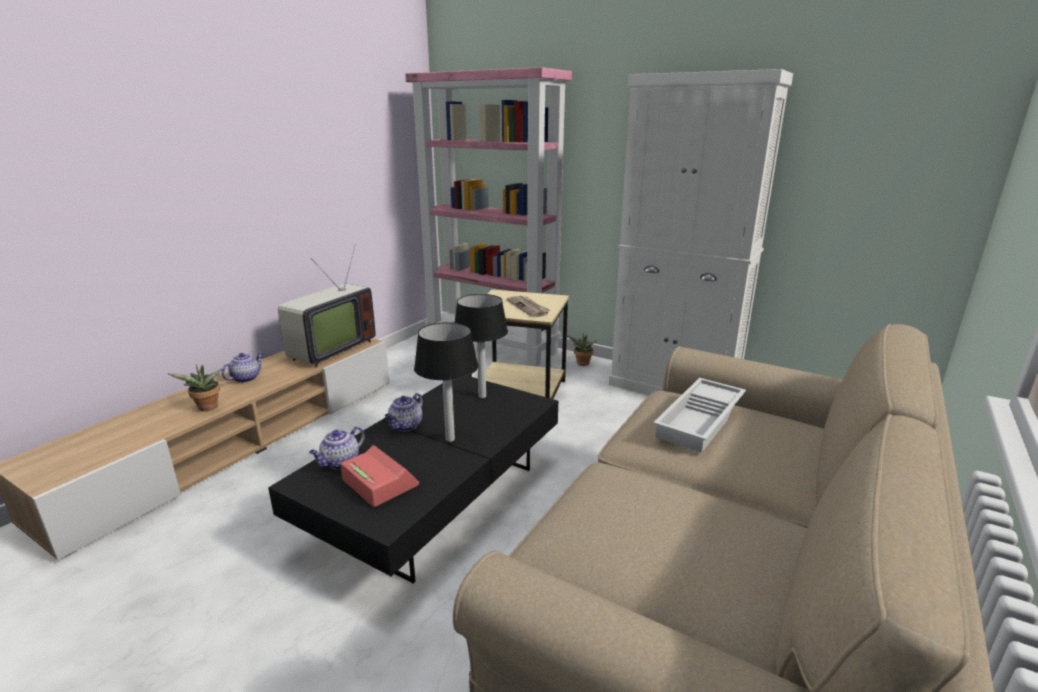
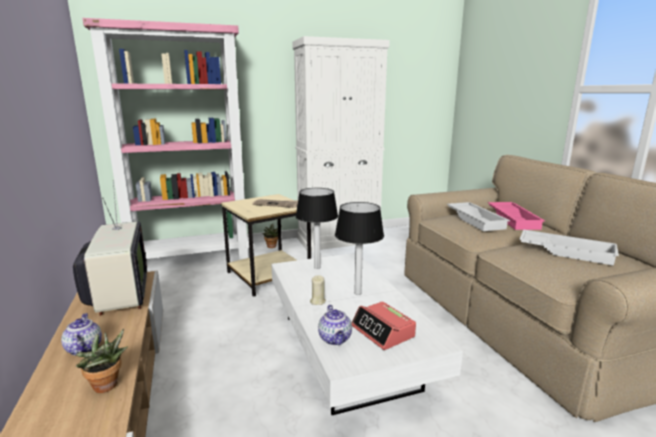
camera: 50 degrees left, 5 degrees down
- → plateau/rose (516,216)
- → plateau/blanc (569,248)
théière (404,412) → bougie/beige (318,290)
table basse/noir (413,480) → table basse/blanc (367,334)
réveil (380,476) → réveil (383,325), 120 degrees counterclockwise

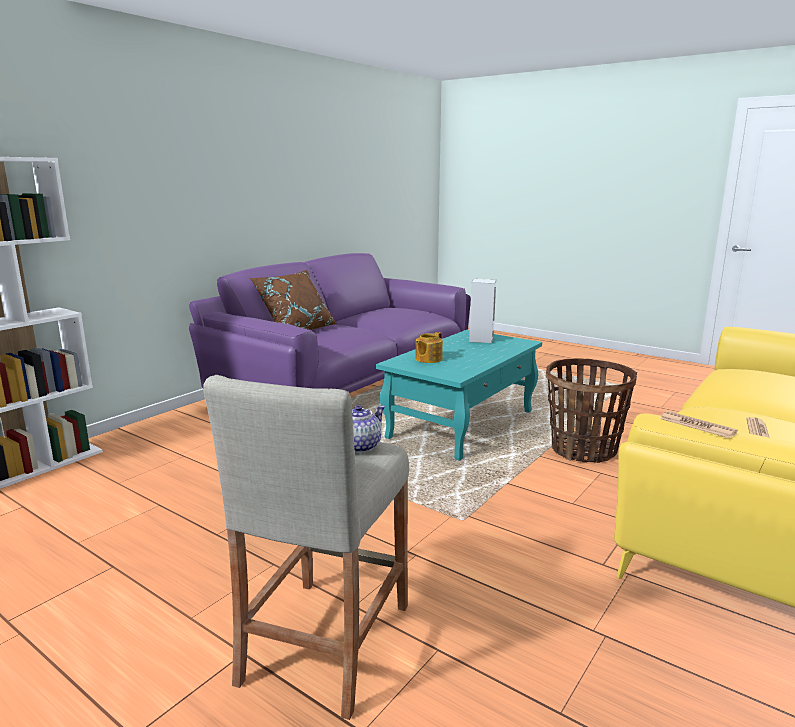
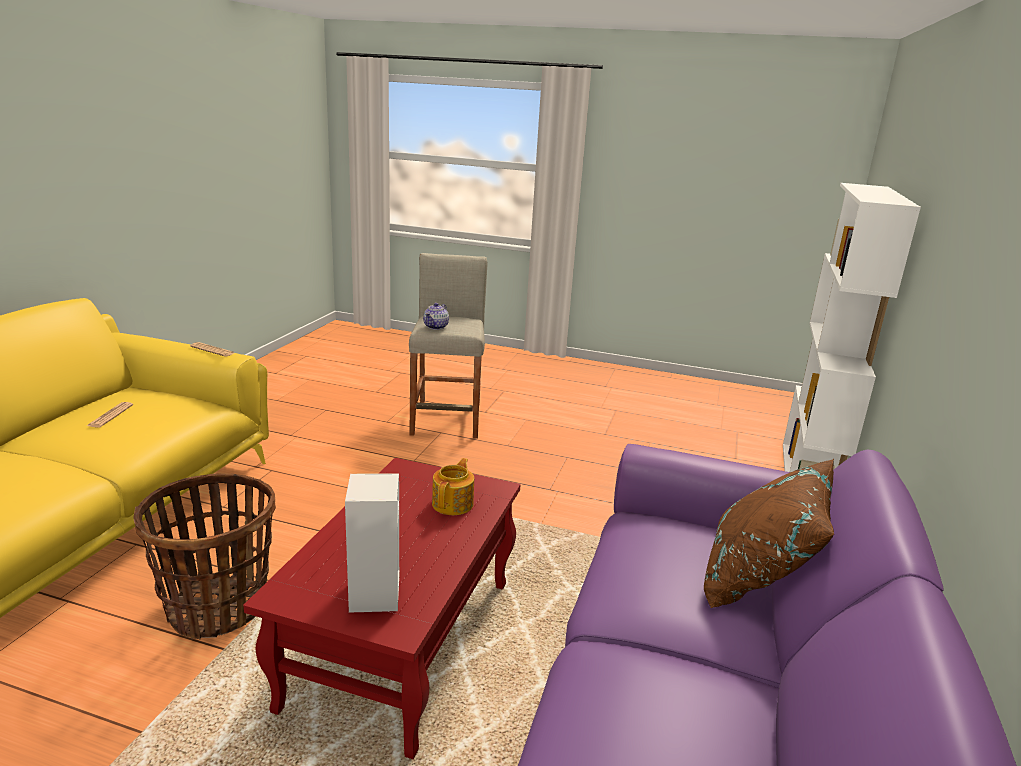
camera: 160 degrees right, 5 degrees up
table basse/turquoise (459,395) → table basse/rouge (382,608)

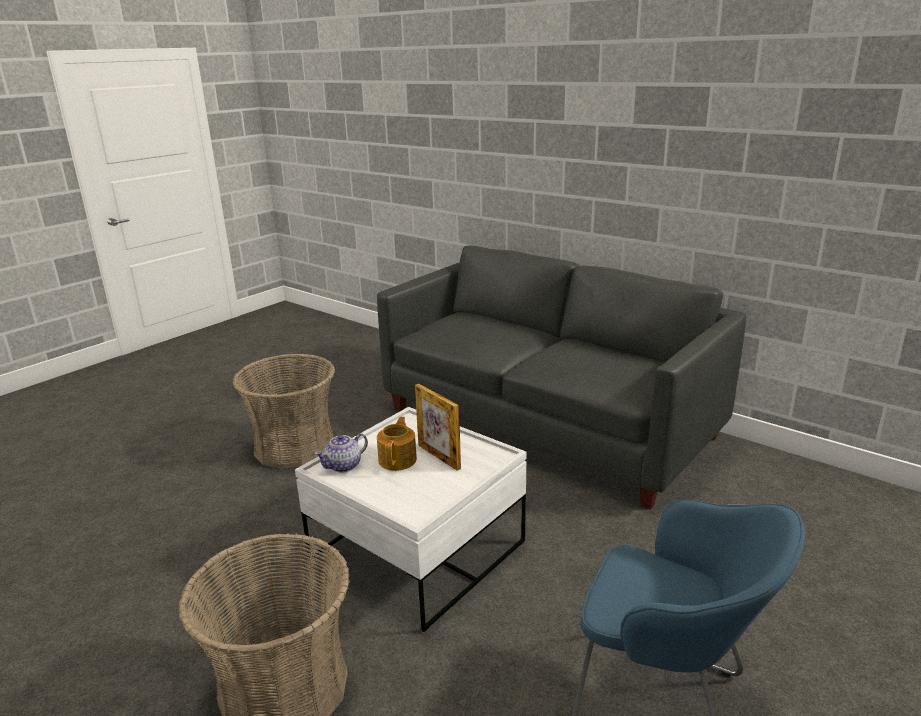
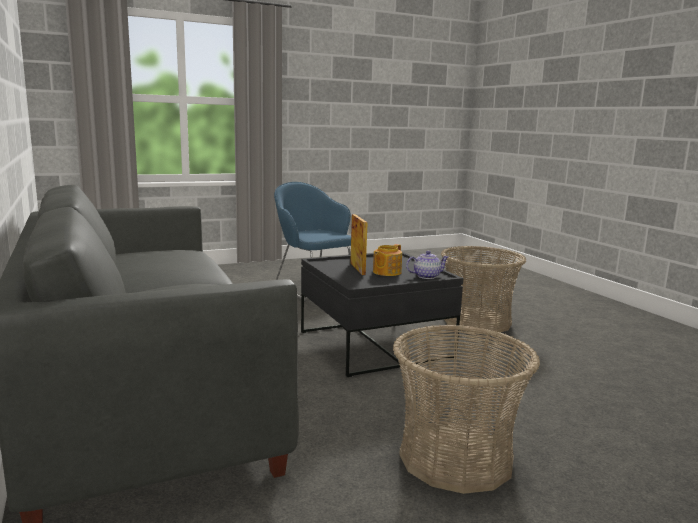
camera: 155 degrees left, 10 degrees down
table basse/blanc (411,519) → table basse/noir (382,314)

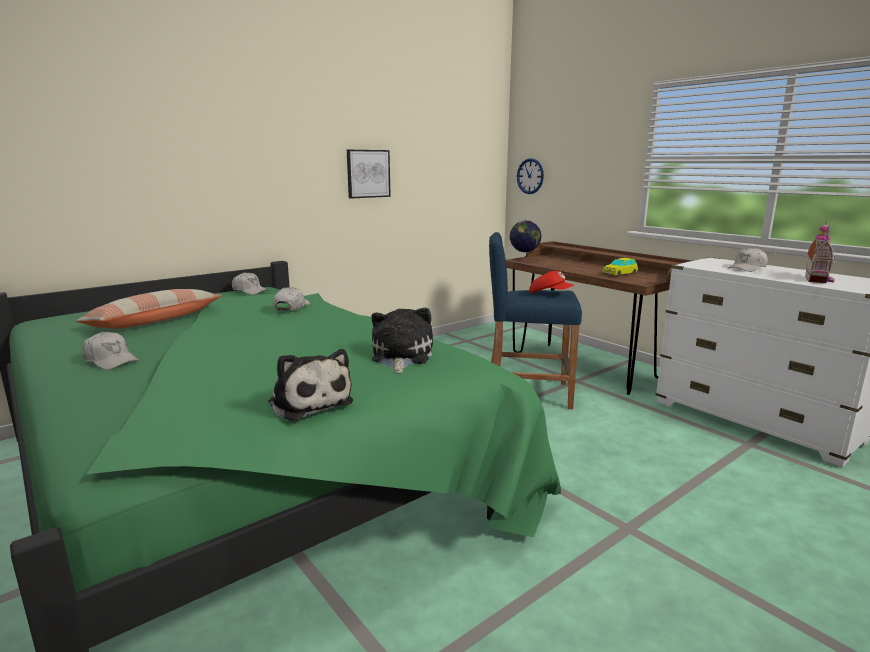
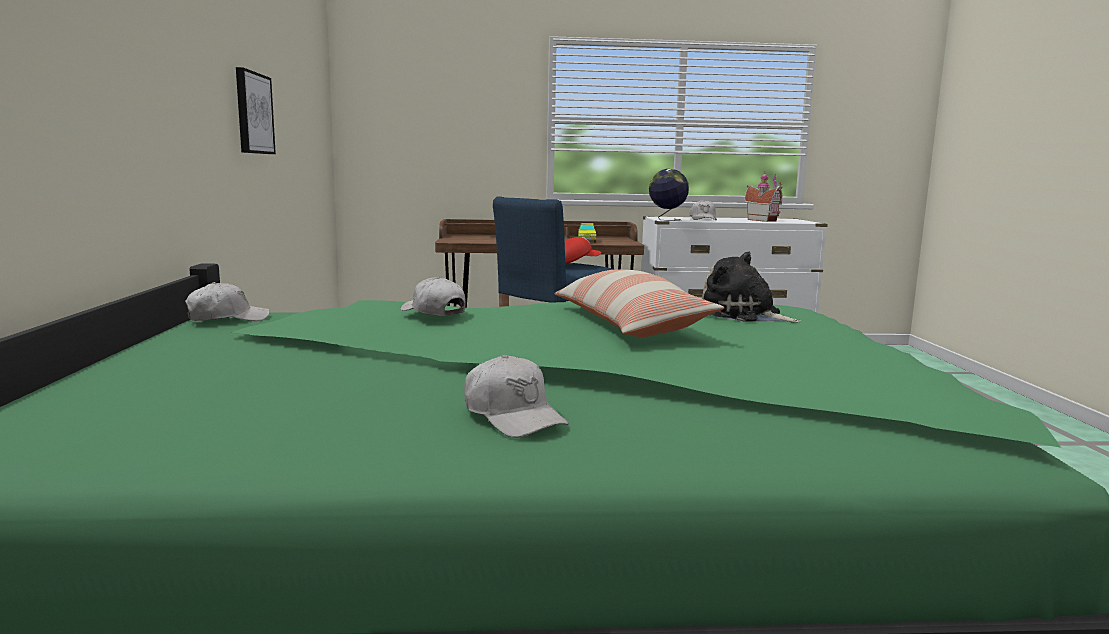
camera: 55 degrees left, 5 degrees down
peluche (310,385) → -
horloge murale (530,176) → -
coussin (149,309) → coussin (639,303), moved
globe (526,241) → globe (669,195), moved
casquette/blanc (110,351) → casquette/blanc (516,396), 75 degrees clockwise

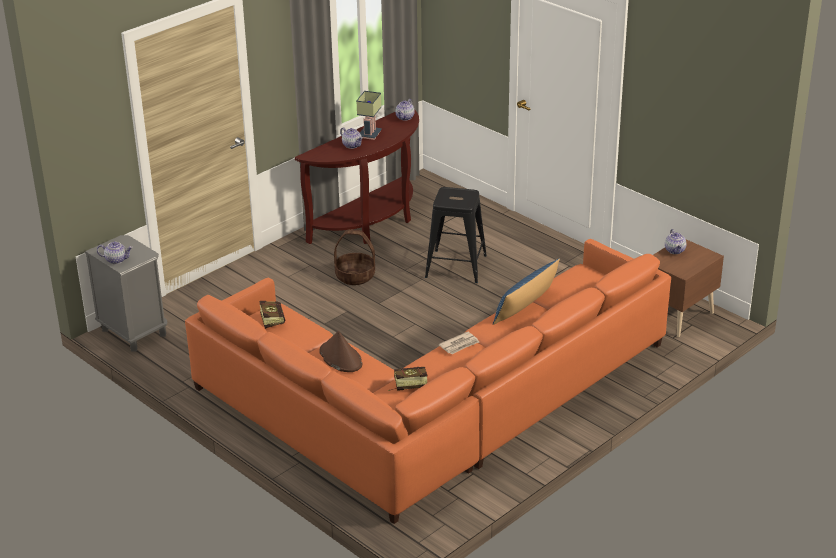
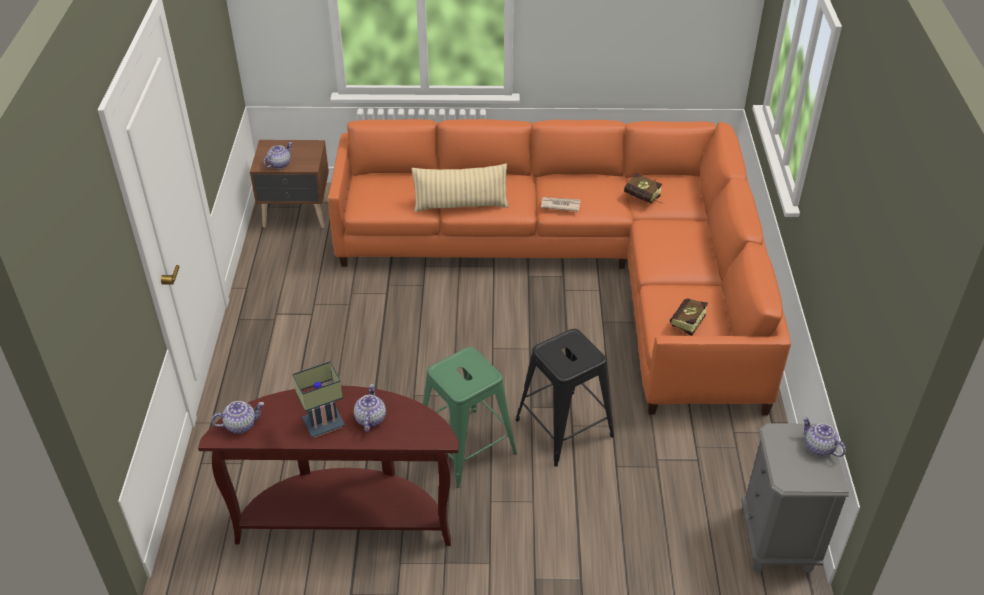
camera: 135 degrees left, 10 degrees up
chapeau/marron (340,351) → -
tabouret/noir (456,235) → tabouret/noir (564,398), moved
panier (354,257) → tabouret/vert (470,417)
coussin/bleu (526,291) → coussin/beige (460,188)

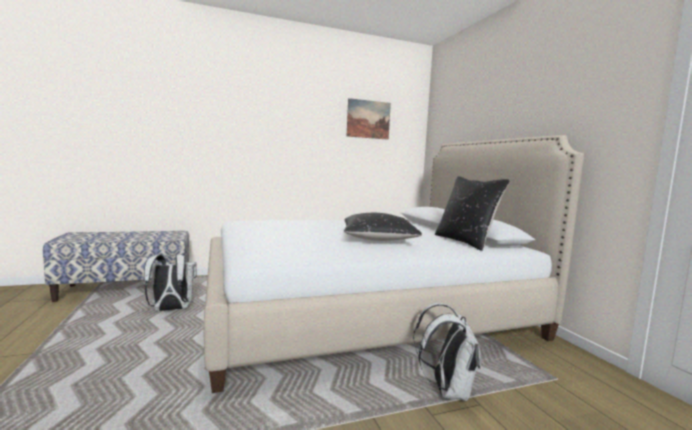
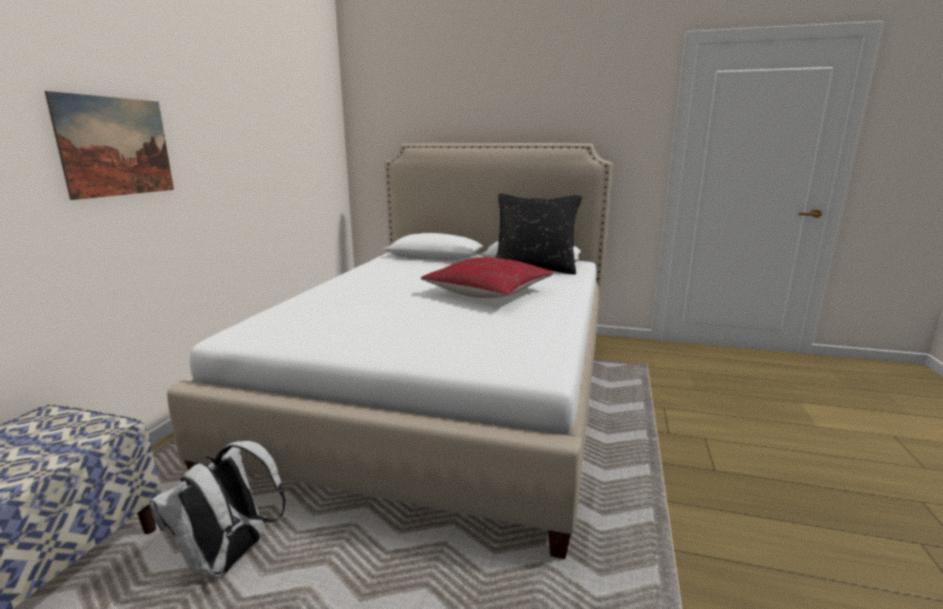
camera: 55 degrees left, 10 degrees up
sac à dos/blanc (447,352) → -
tableau (369,119) → tableau (109,145), moved
coussin/noir (383,227) → coussin/rouge (487,277)

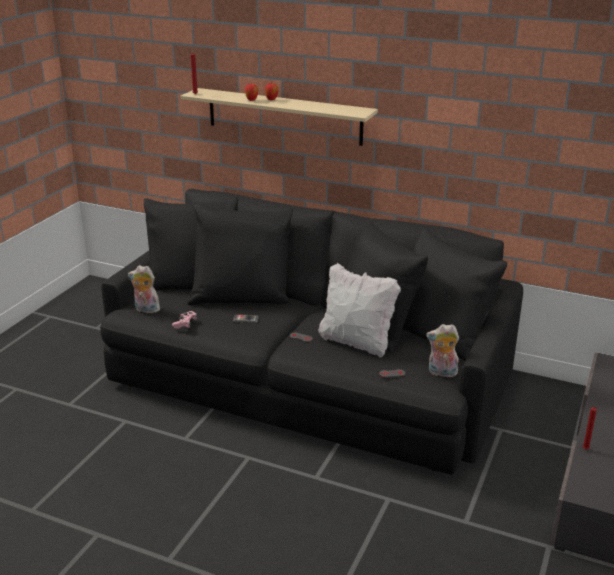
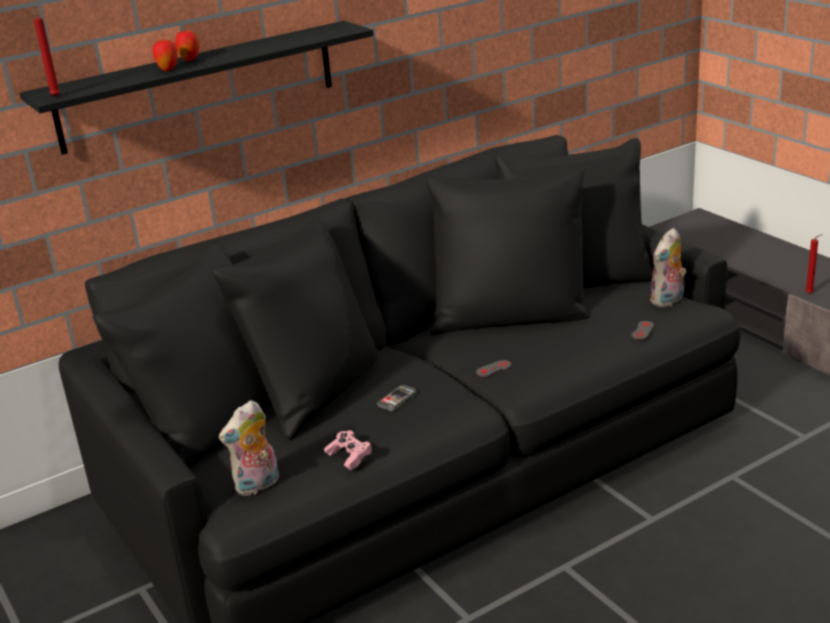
camera: 55 degrees left, 0 degrees up
coussin/blanc (359,310) → -
étagère/beige (279,117) → étagère/noir (197,88)

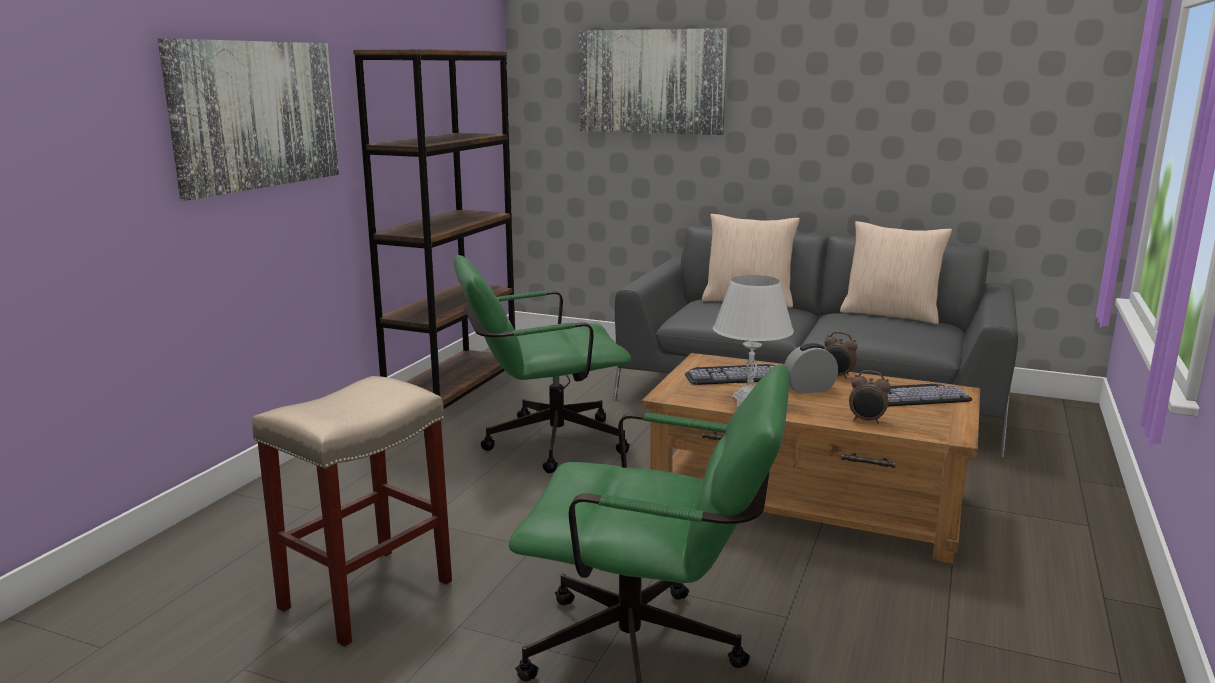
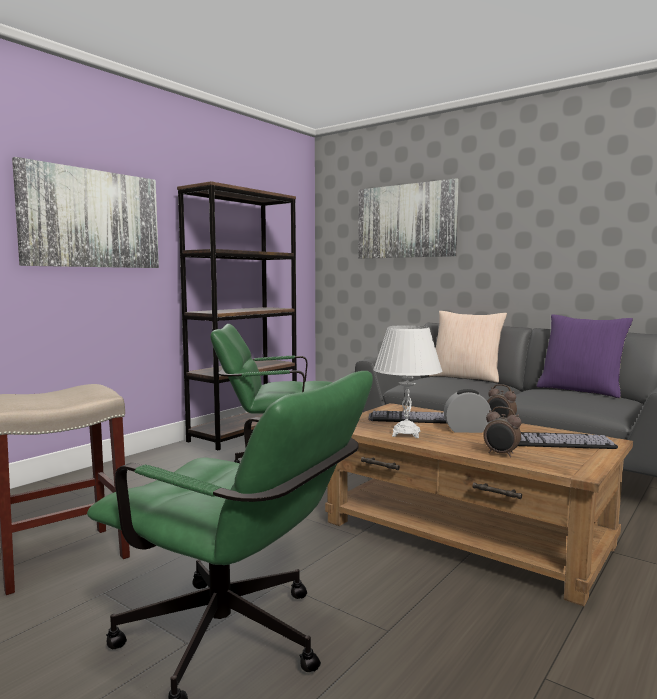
camera: 15 degrees right, 10 degrees down
coussin/beige (896,273) → coussin/violet (585,356)

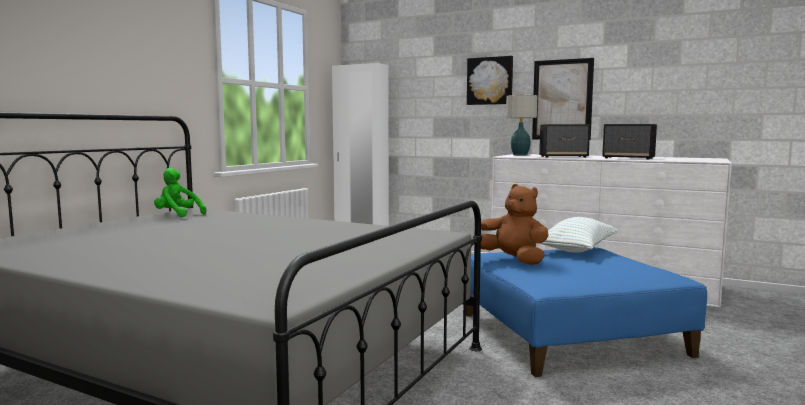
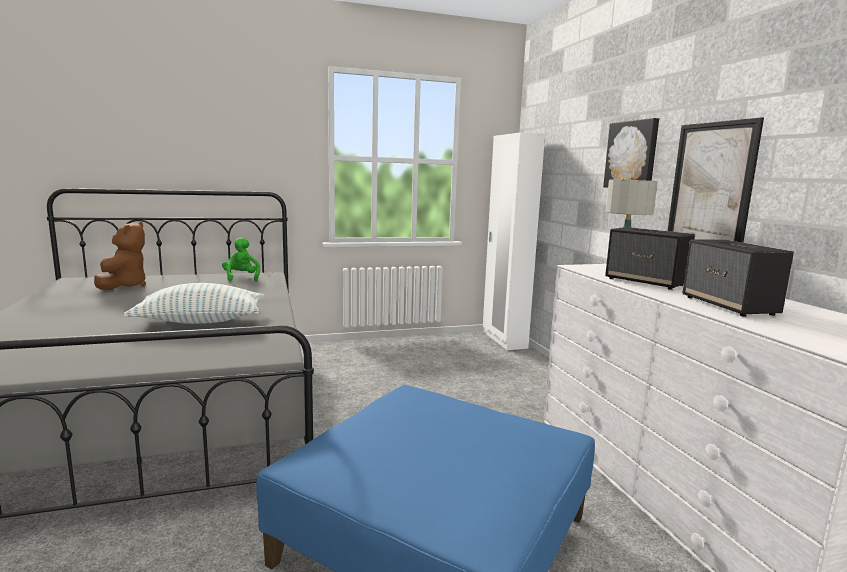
camera: 45 degrees right, 5 degrees up
peluche/marron (514,224) → peluche/marron (120,256), moved
coussin (578,235) → coussin (194,303), moved

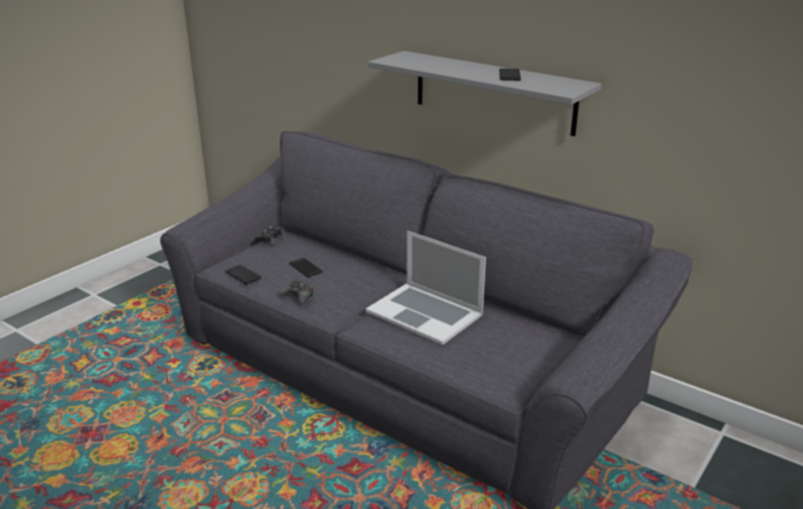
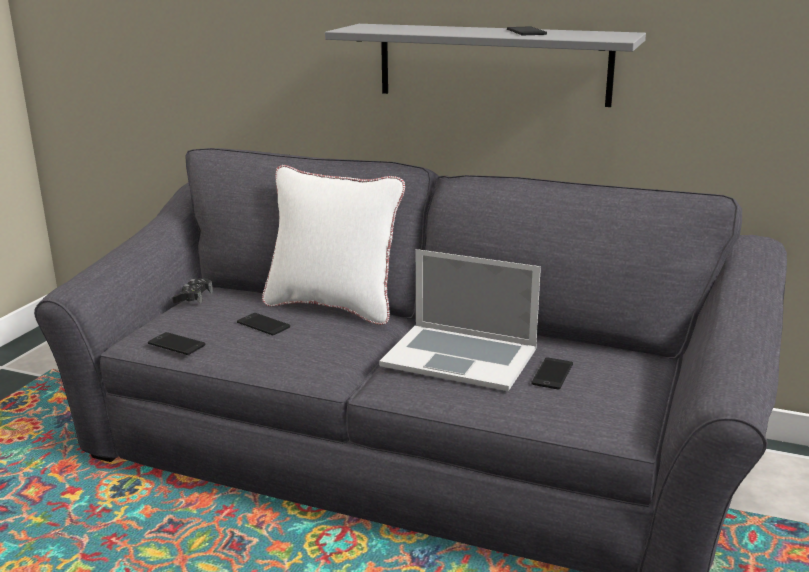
camera: 15 degrees left, 5 degrees down
manette/noir (296,291) → -
- → coussin/blanc (333,245)
- → téléphone (552,374)

